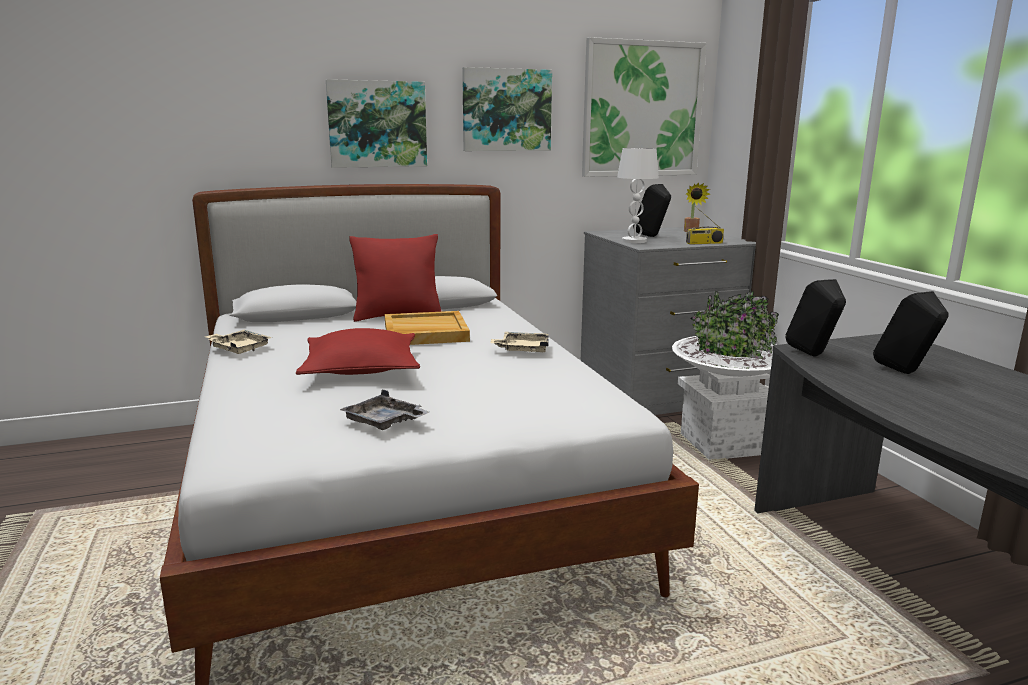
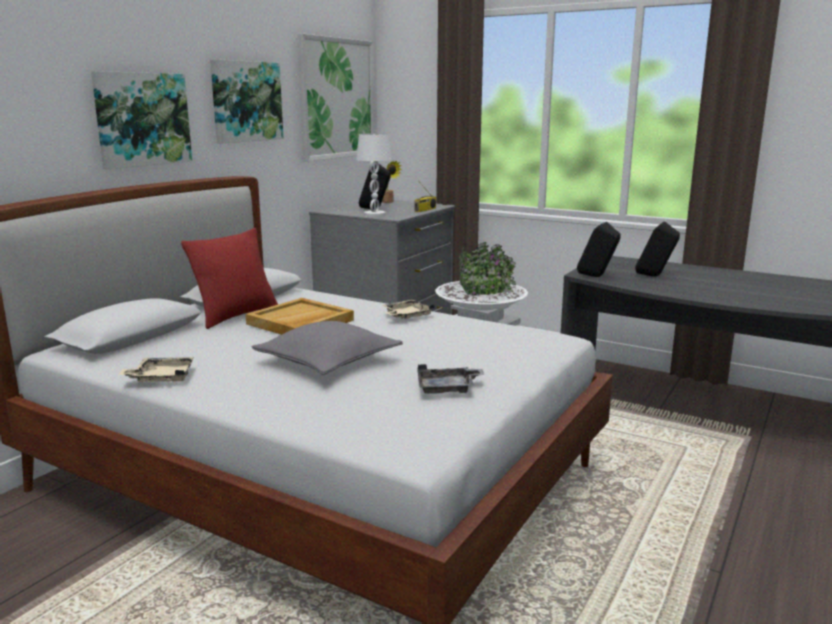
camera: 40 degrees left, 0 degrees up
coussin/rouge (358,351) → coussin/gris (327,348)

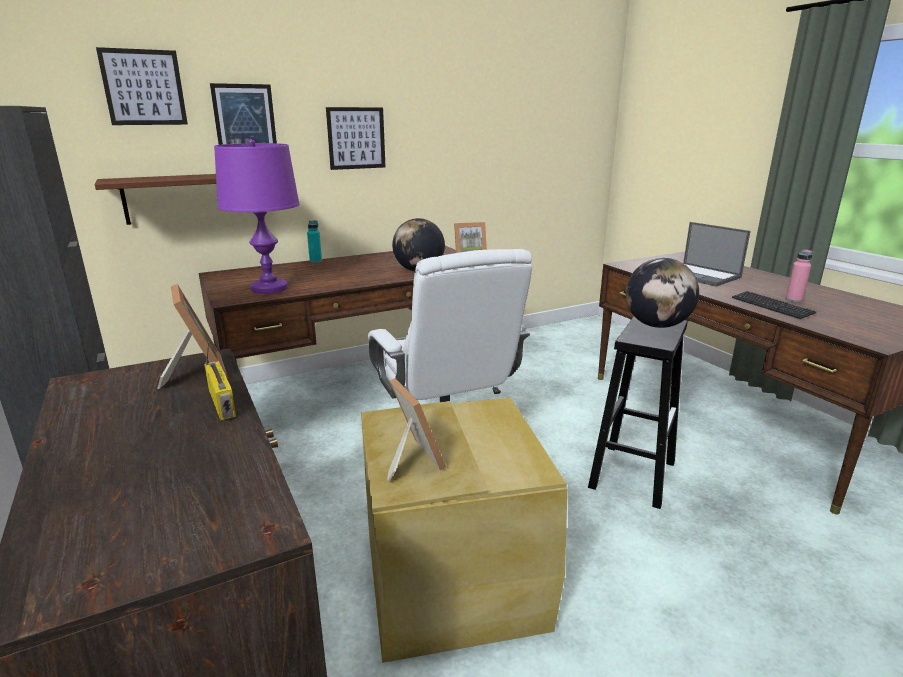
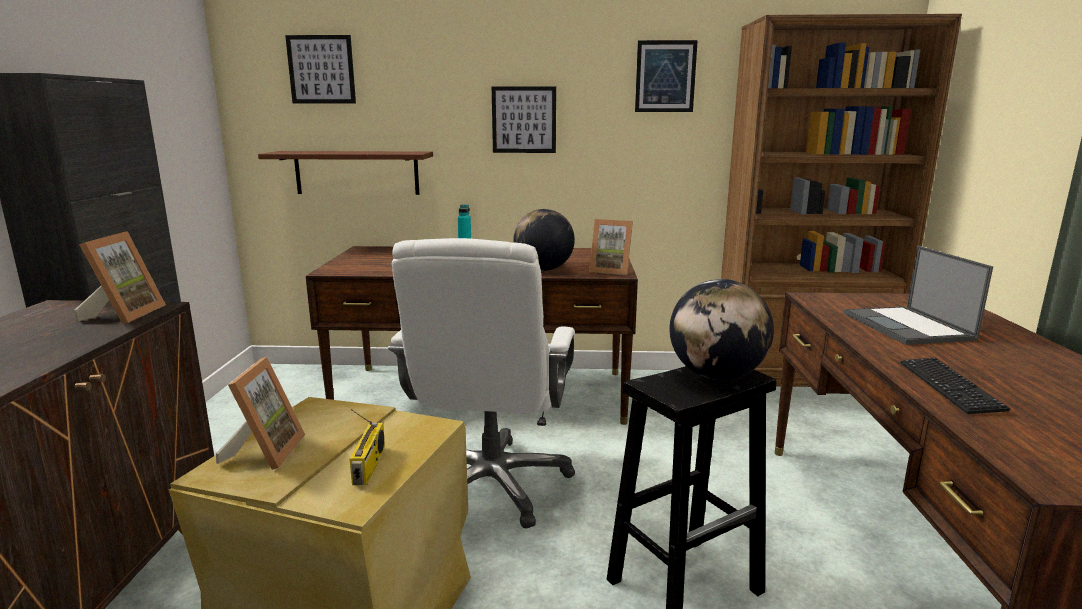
camera: 30 degrees right, 5 degrees down
lampe de table/violet (256,216) → -
bouteille/rose (799,275) → -
- → bibliothèque/marron (841,200)
radio (220,381) → radio (367,447), moved
tableau (243,114) → tableau (666,76), moved

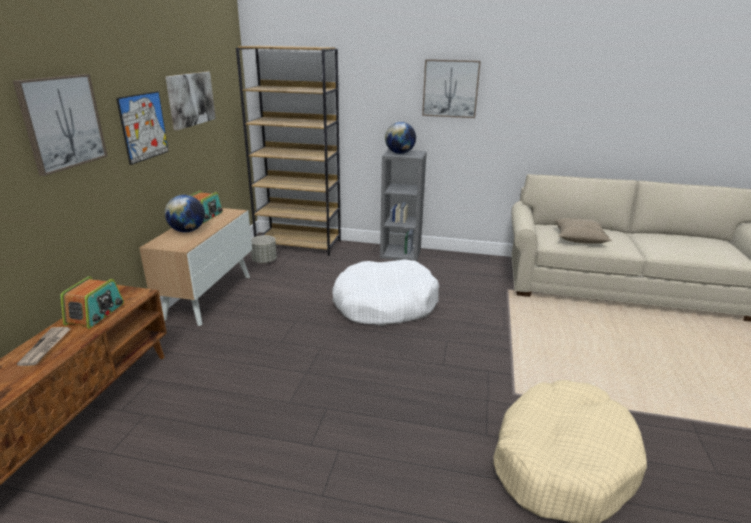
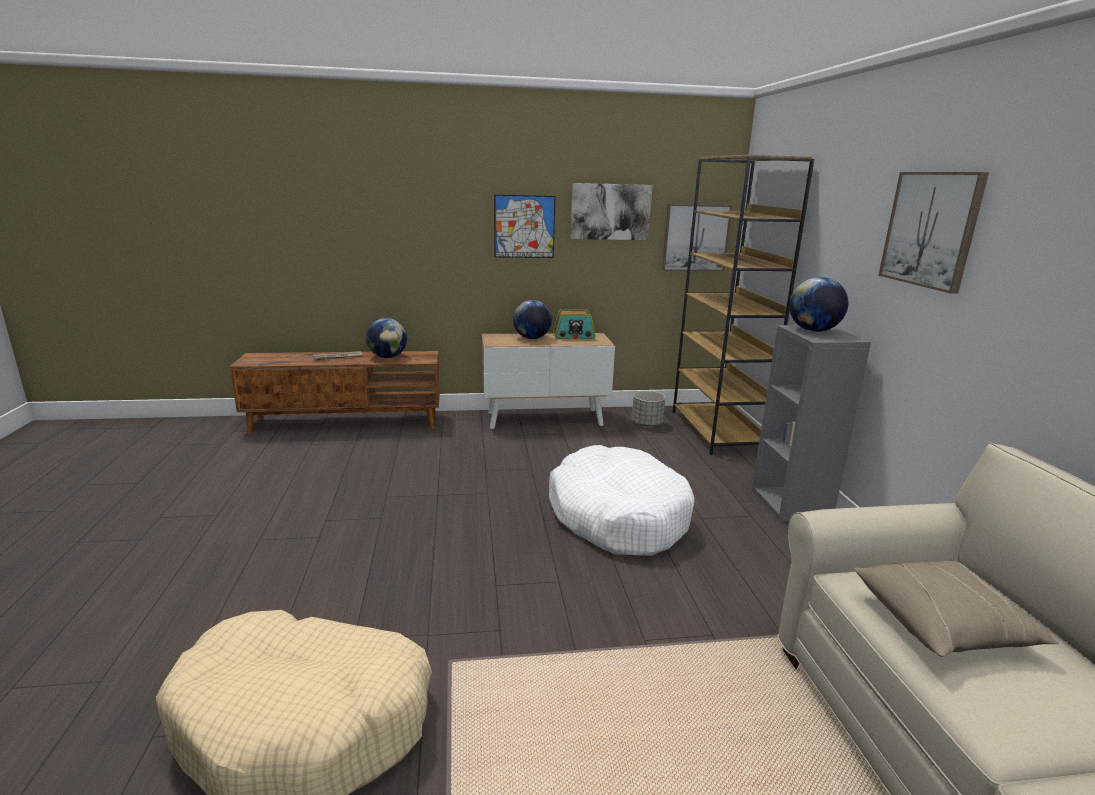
camera: 70 degrees right, 5 degrees down
tableau (60,125) → tableau (697,237), moved
radio (92,303) → globe (386,338)

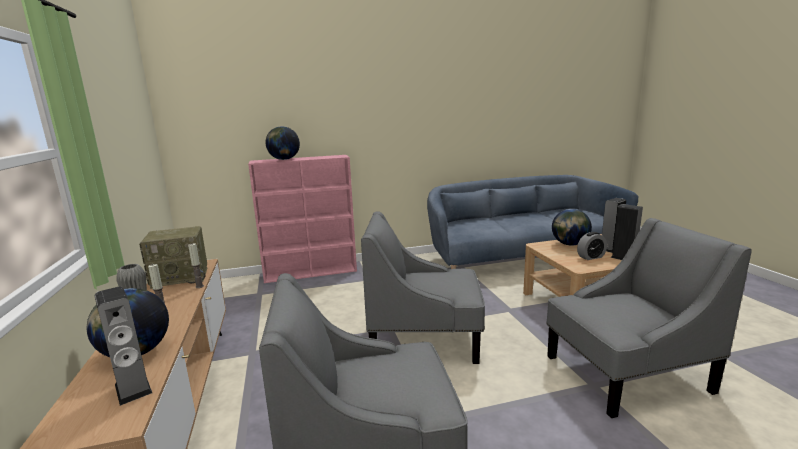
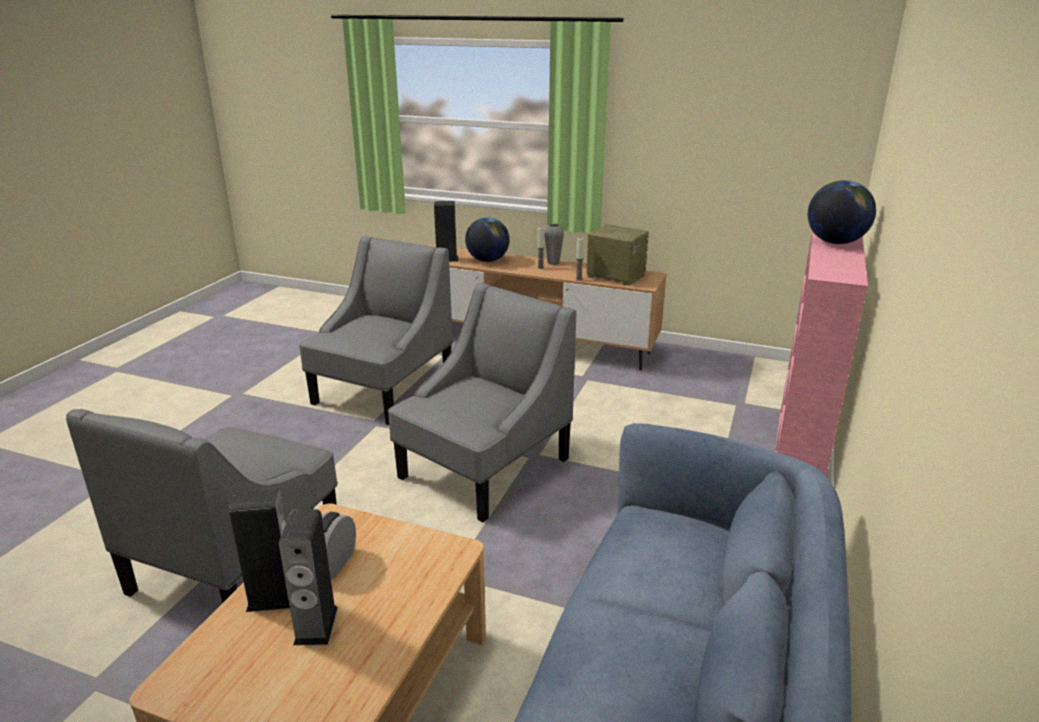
camera: 125 degrees right, 10 degrees up
globe (572,227) → -
radio (173,257) → radio (618,255), 105 degrees clockwise

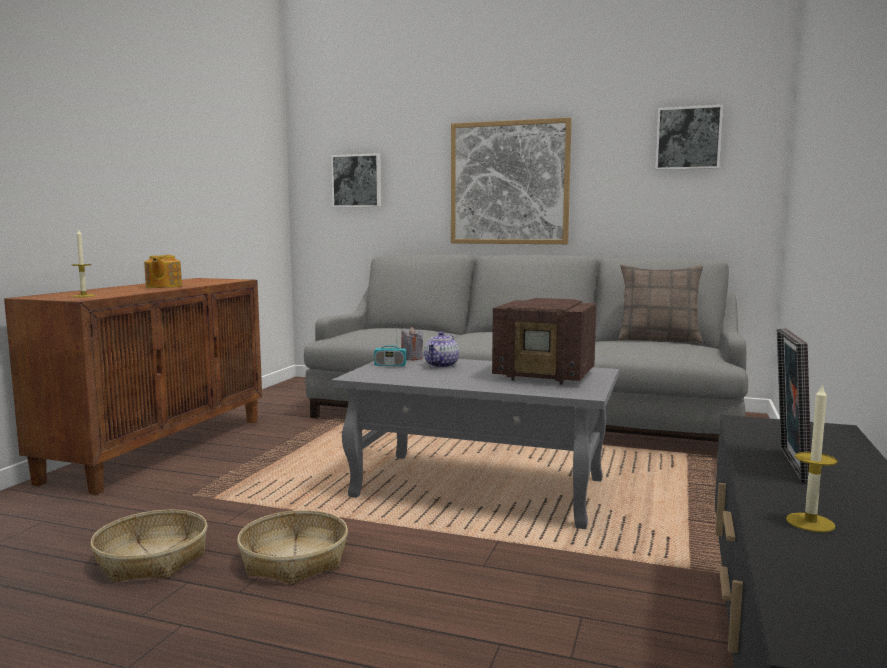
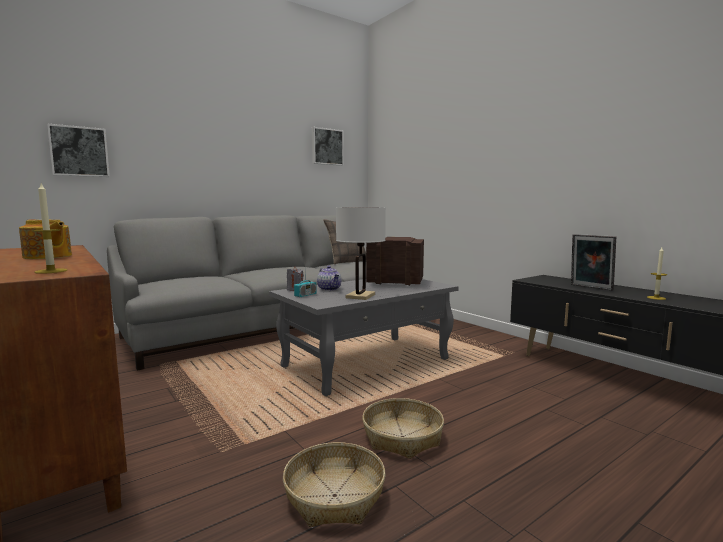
camera: 55 degrees left, 0 degrees up
tableau (511,180) → -
- → lampe de table/blanc (361,253)
radio (544,341) → radio (395,261), 135 degrees counterclockwise

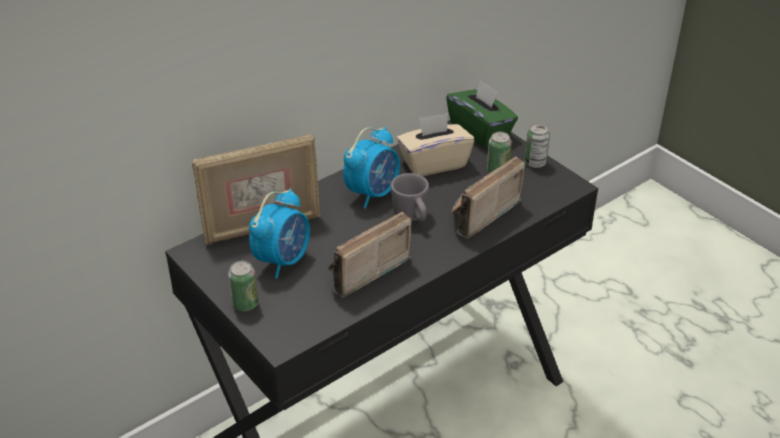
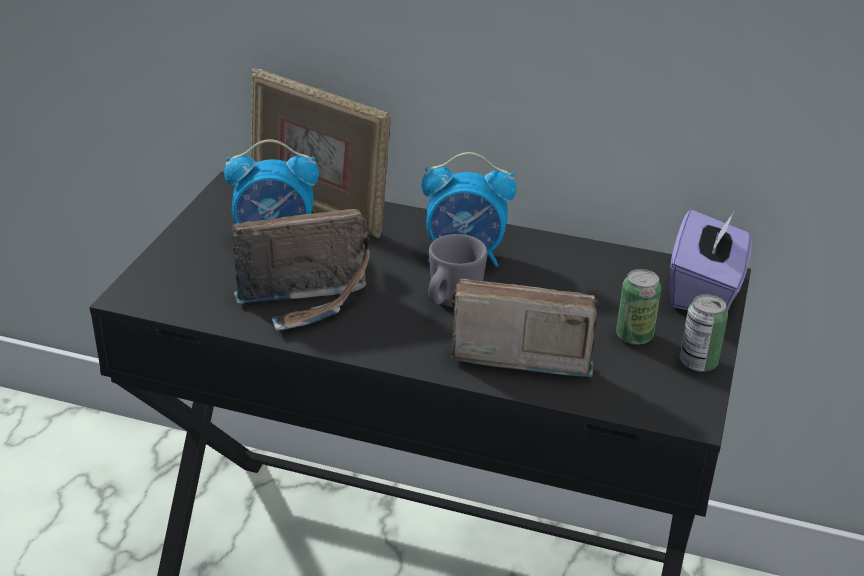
camera: 55 degrees right, 5 degrees down
boîte métallique (243,286) → -
boîte à mouchoirs/beige (435,144) → -
boîte à mouchoirs/vert (482,114) → boîte à mouchoirs/violet (710,260)
radio (370,254) → radio (301,269), 150 degrees clockwise

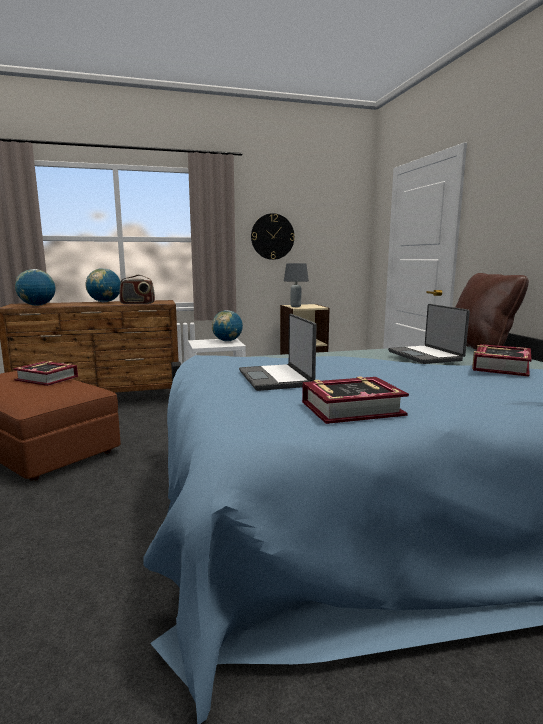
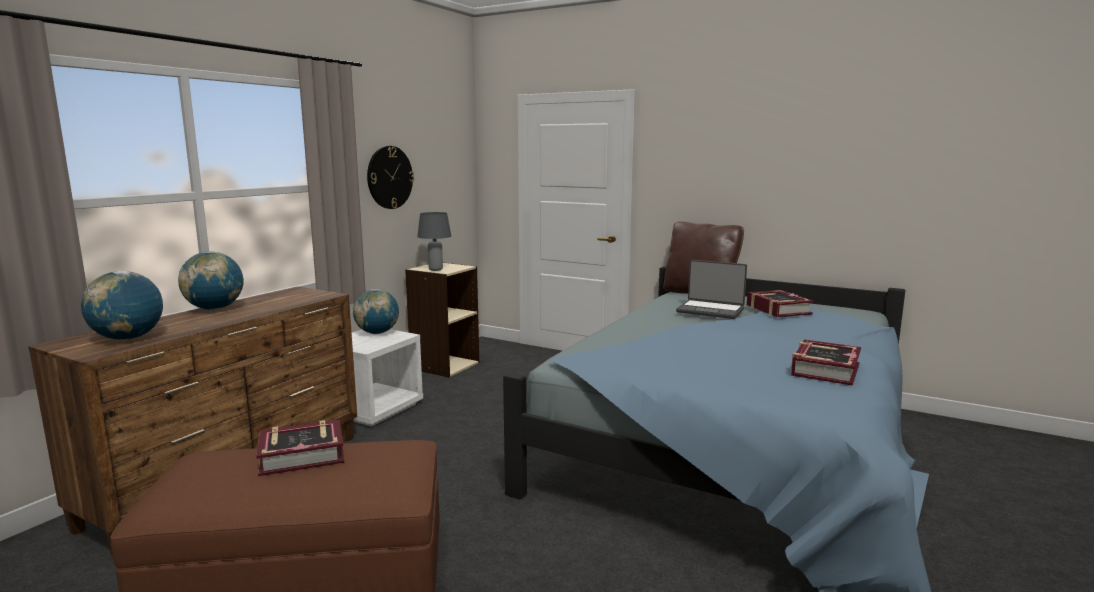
camera: 45 degrees left, 0 degrees up
radio (137,289) → -
ordinateur portable (278,352) → -

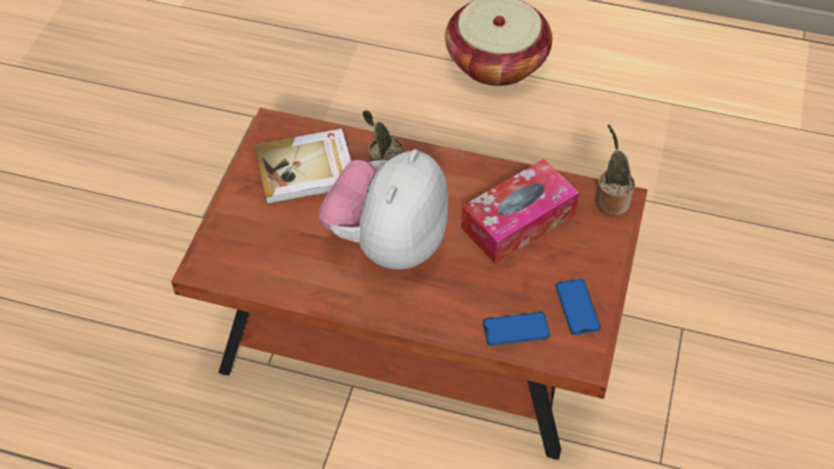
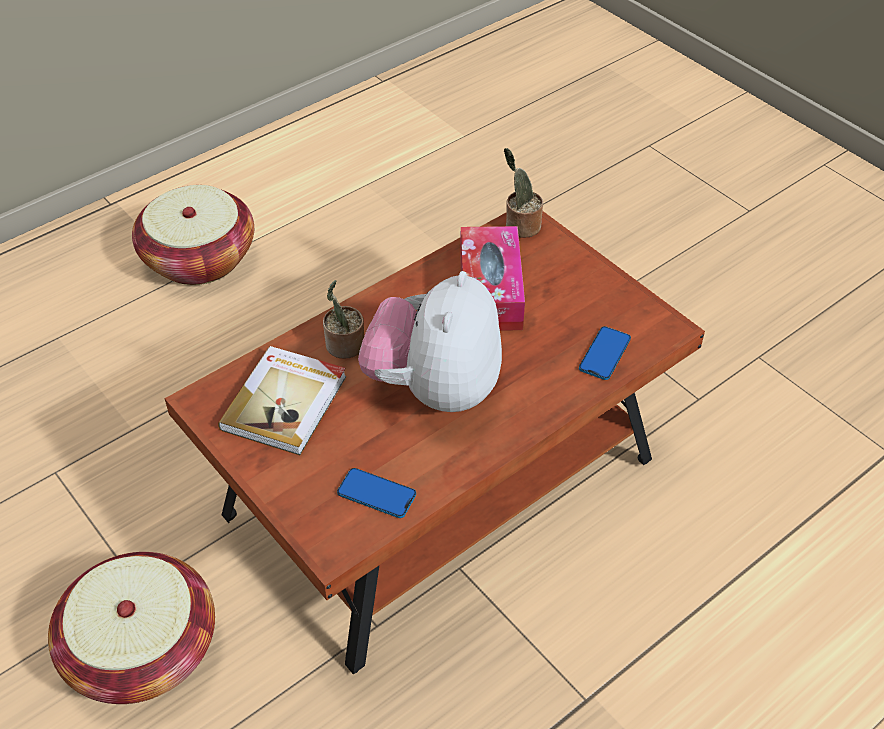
camera: 55 degrees left, 5 degrees down
- → panier (131,628)
téléphone (578,307) → téléphone (376,493), moved
peluche (383,209) → peluche (430,341), 45 degrees clockwise

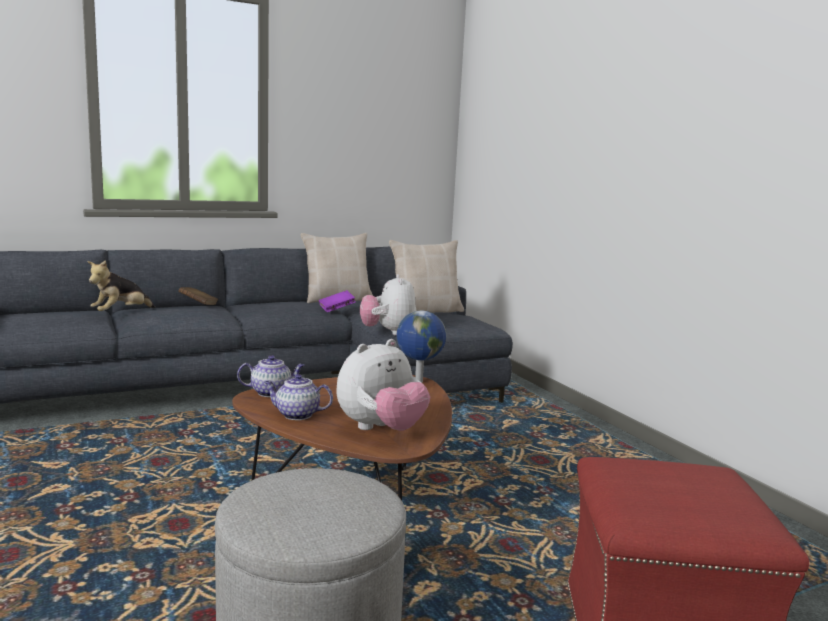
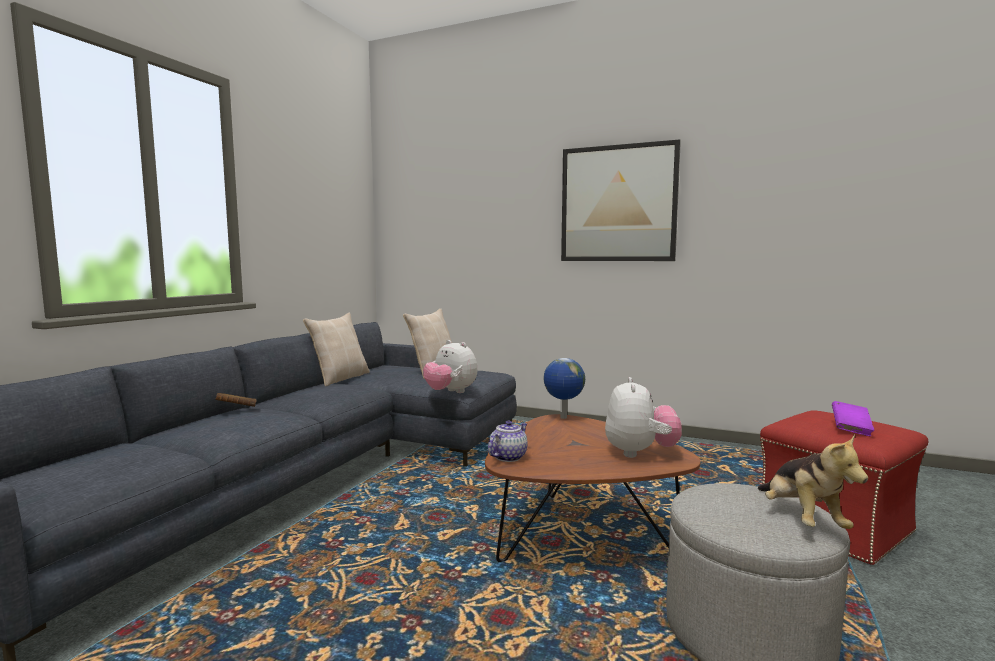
camera: 40 degrees left, 5 degrees down
théière (298,397) → -
- → tableau (621,200)
peluche (121,285) → peluche (813,481), moved
livre/violet (337,301) → livre/violet (853,418), moved

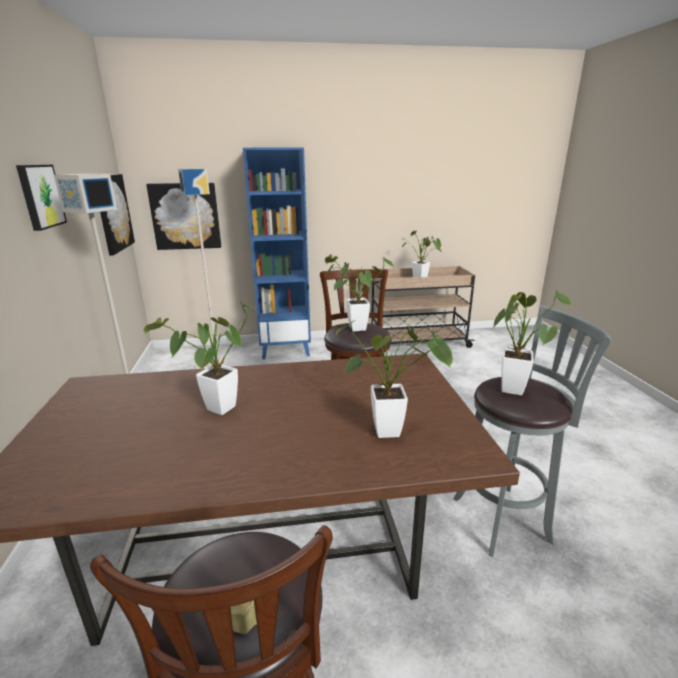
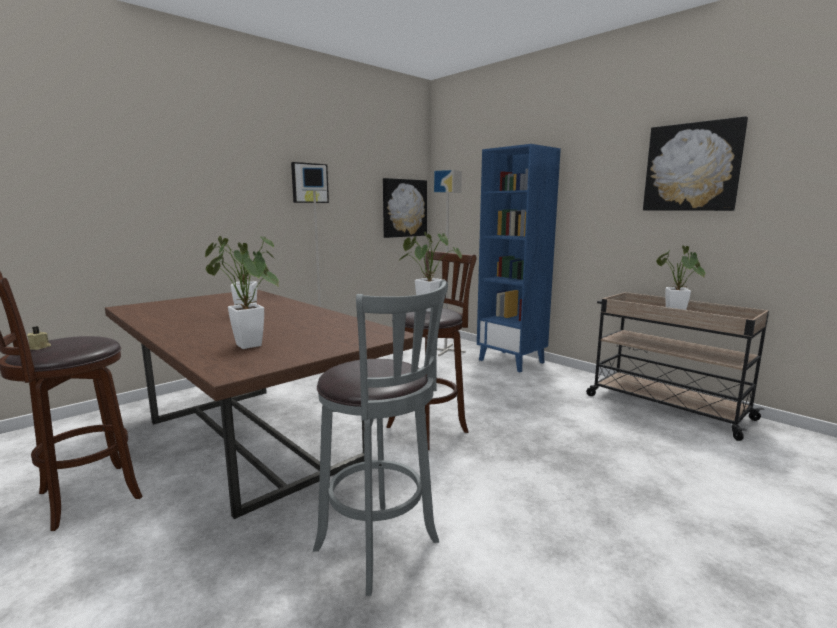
camera: 55 degrees right, 10 degrees down
plante en pot (532,342) → -
tableau (183,216) → tableau (695,163), moved

